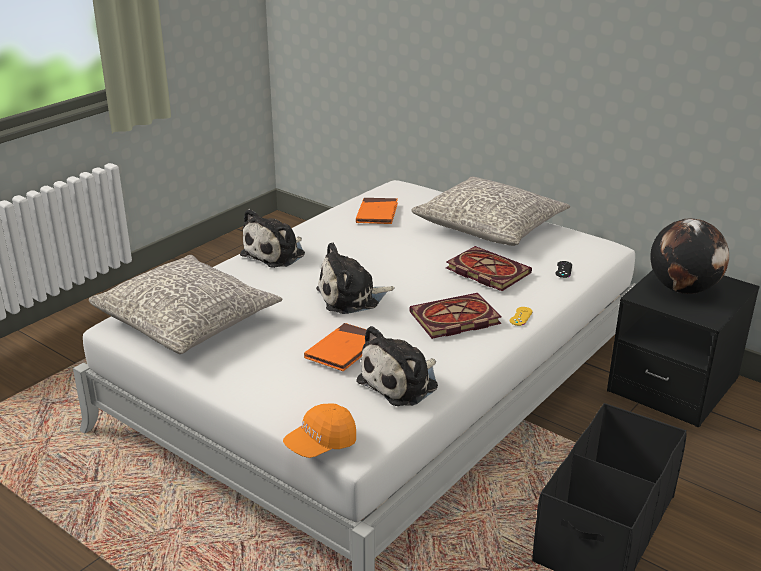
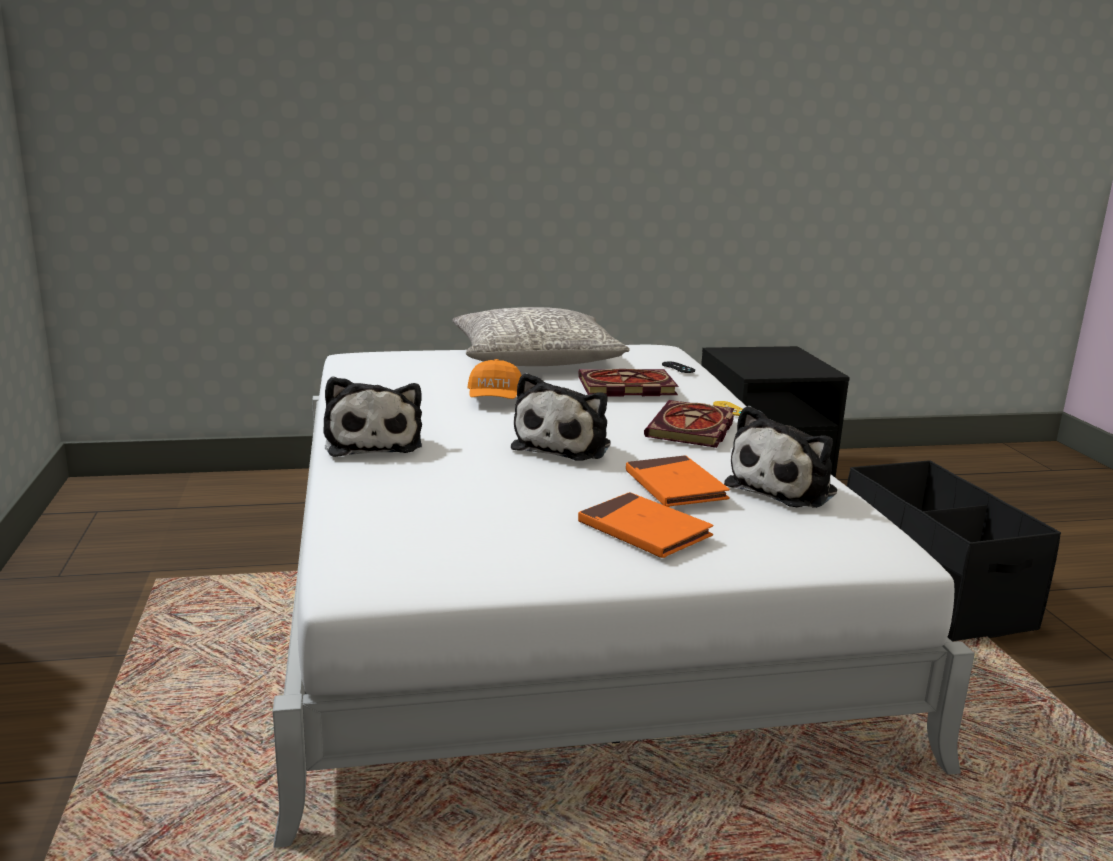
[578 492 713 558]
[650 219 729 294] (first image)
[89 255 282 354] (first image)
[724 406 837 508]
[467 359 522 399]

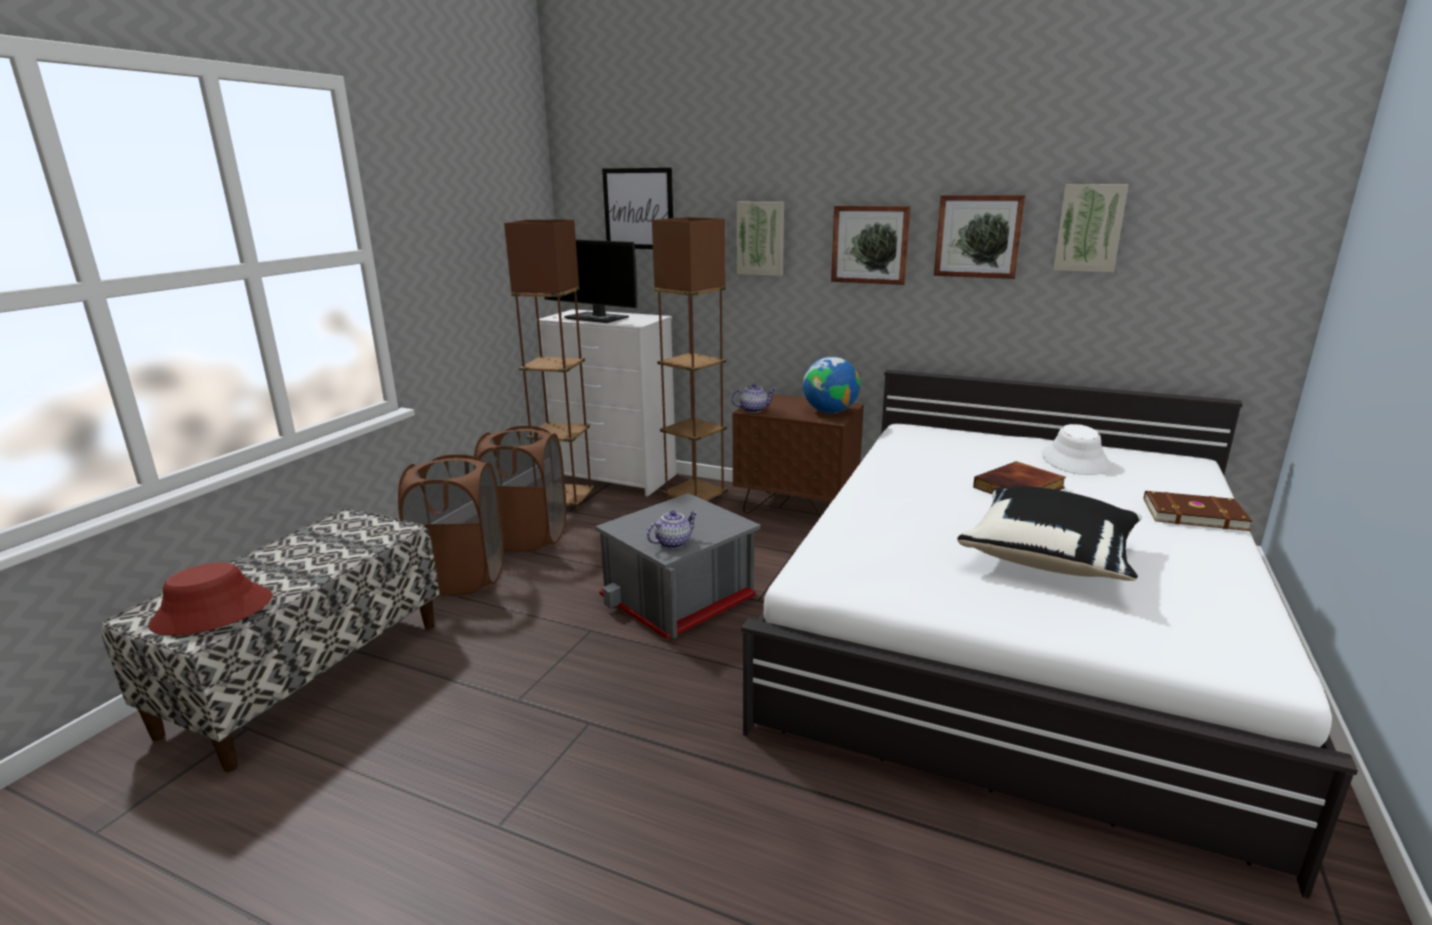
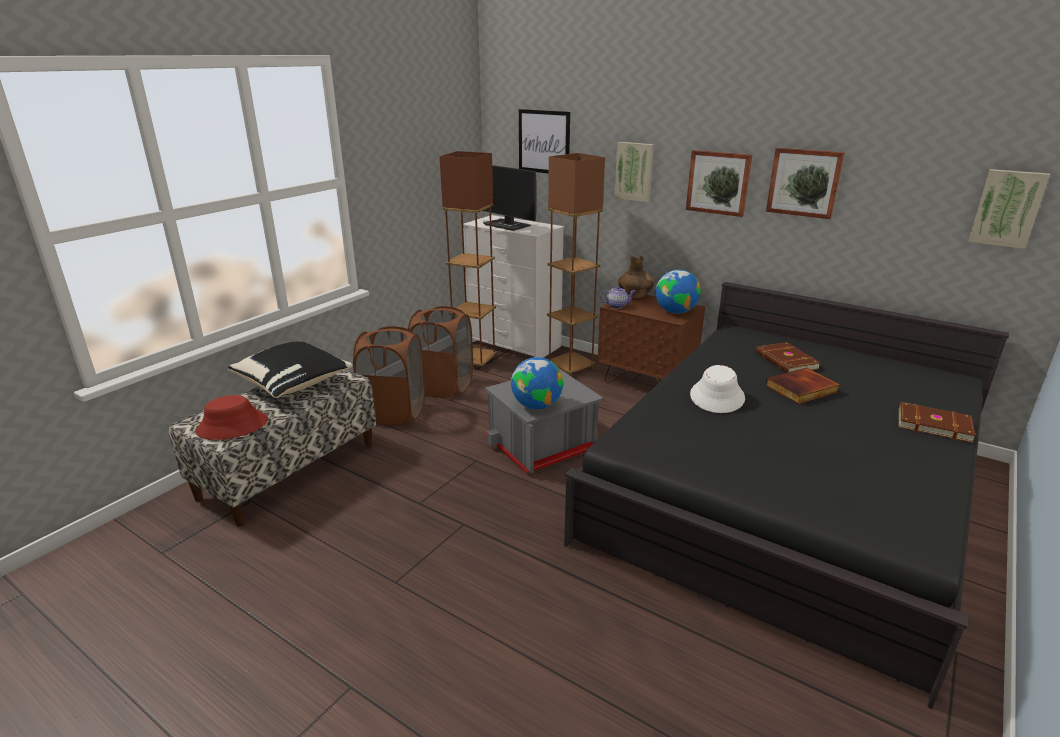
[968 169 1050 249]
[564 282 1009 709]
[690 365 745 413]
[228 342 353 398]
[511 357 563 409]
[618 256 654 298]
[756 342 821 372]

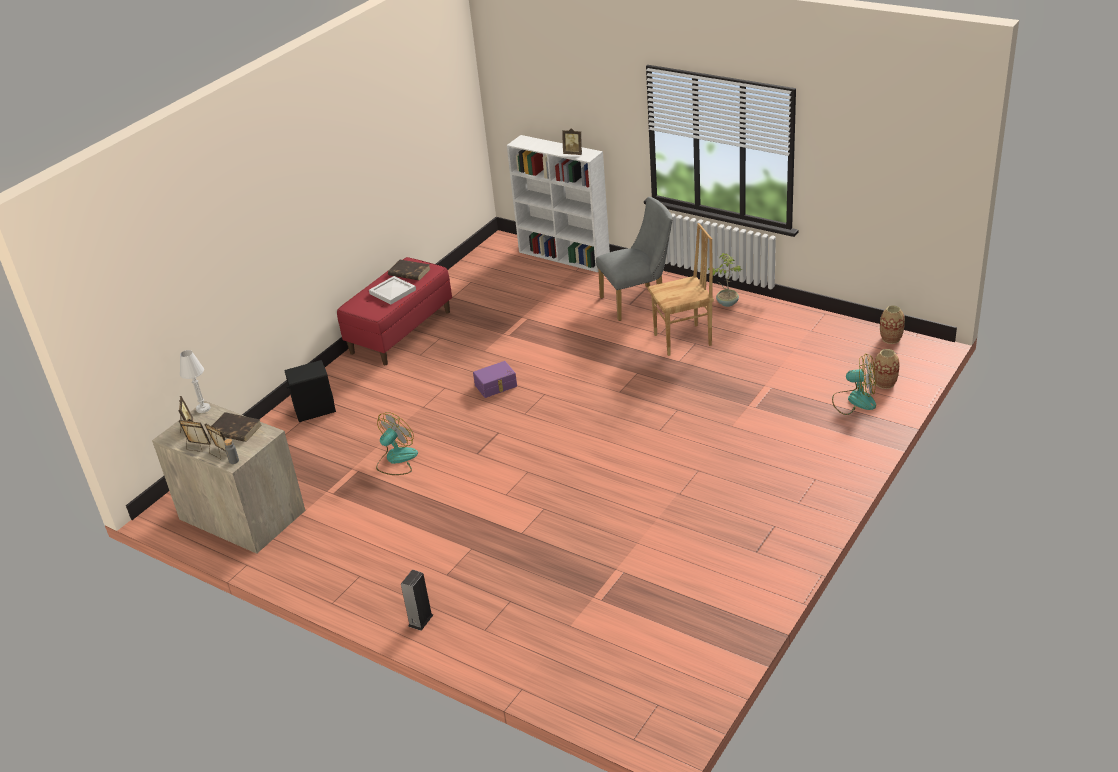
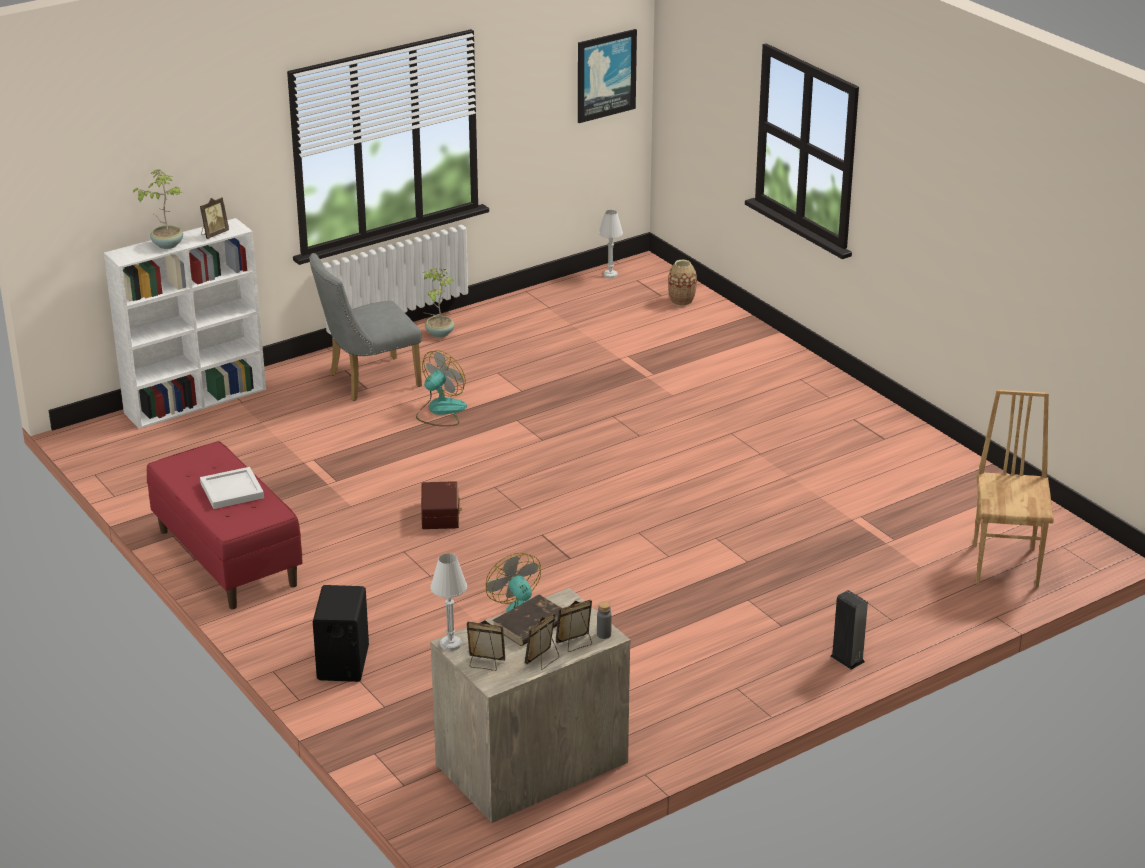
[309 253 422 401]
[973 390 1054 588]
[388 260 430 280] (first image)
[599 210 623 278]
[416 350 467 426]
[421 481 462 529]
[578 29 637 123]
[133 169 183 249]

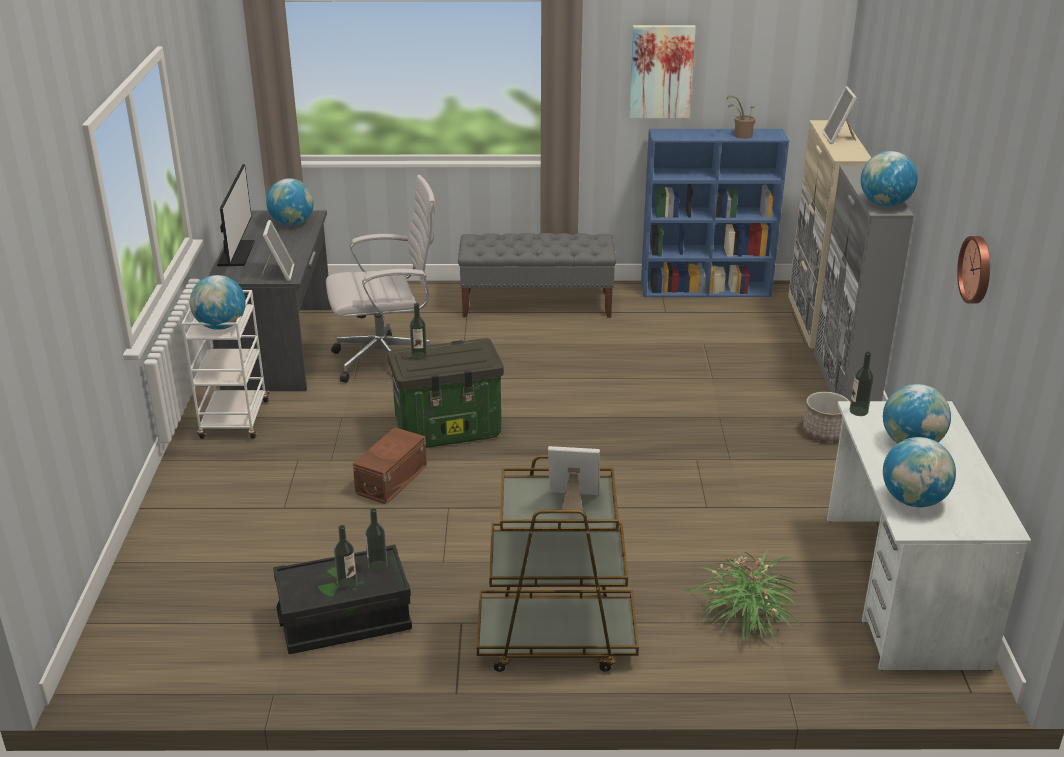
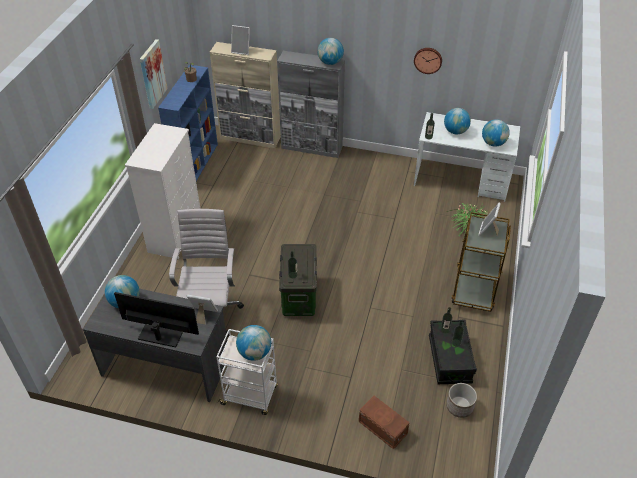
[125 123 200 259]
[446 383 477 418]
[359 396 409 449]

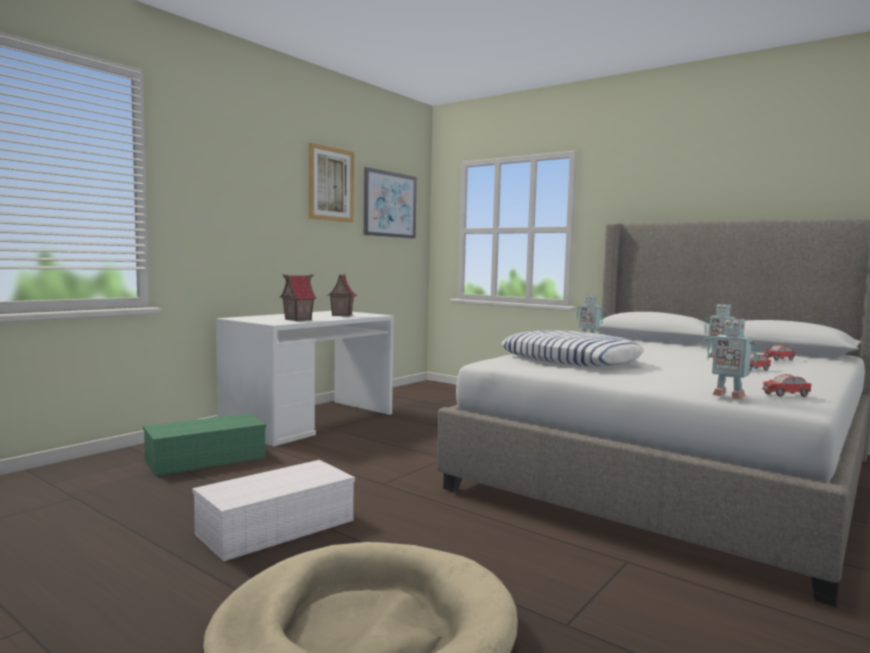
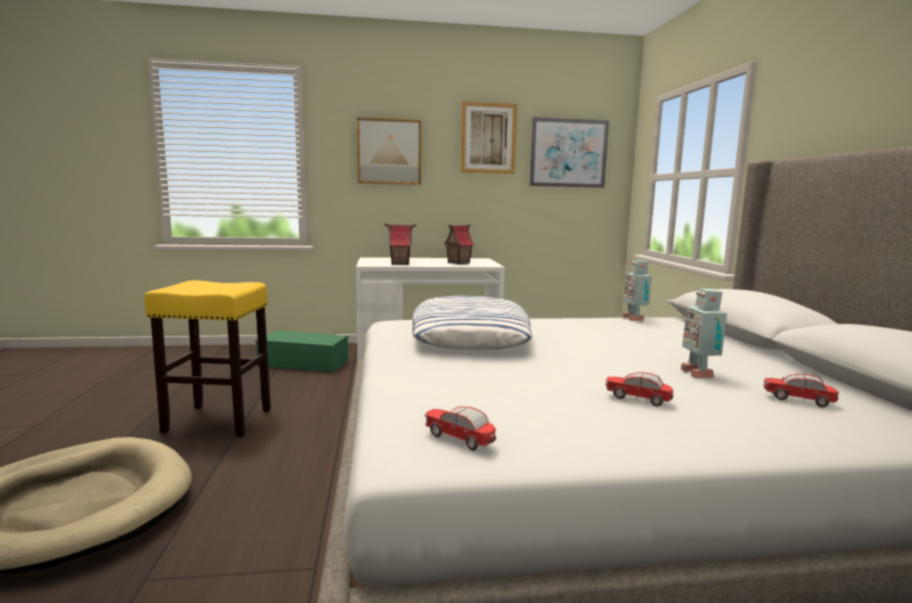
[707 318 757 399] (first image)
[144 280 271 437]
[357 117 421 185]

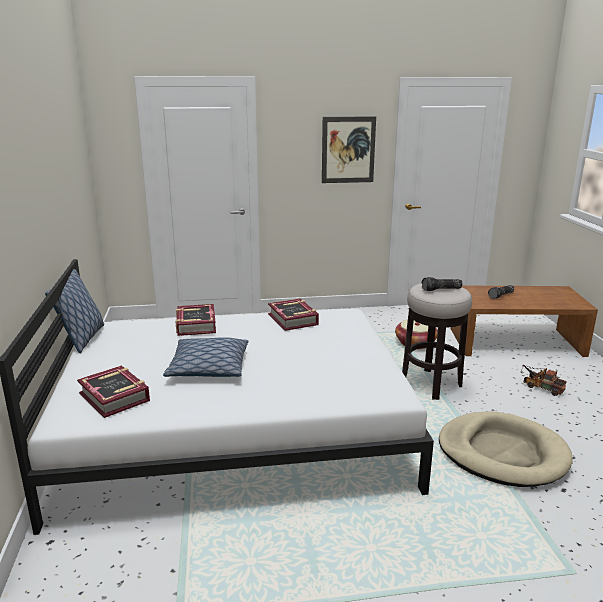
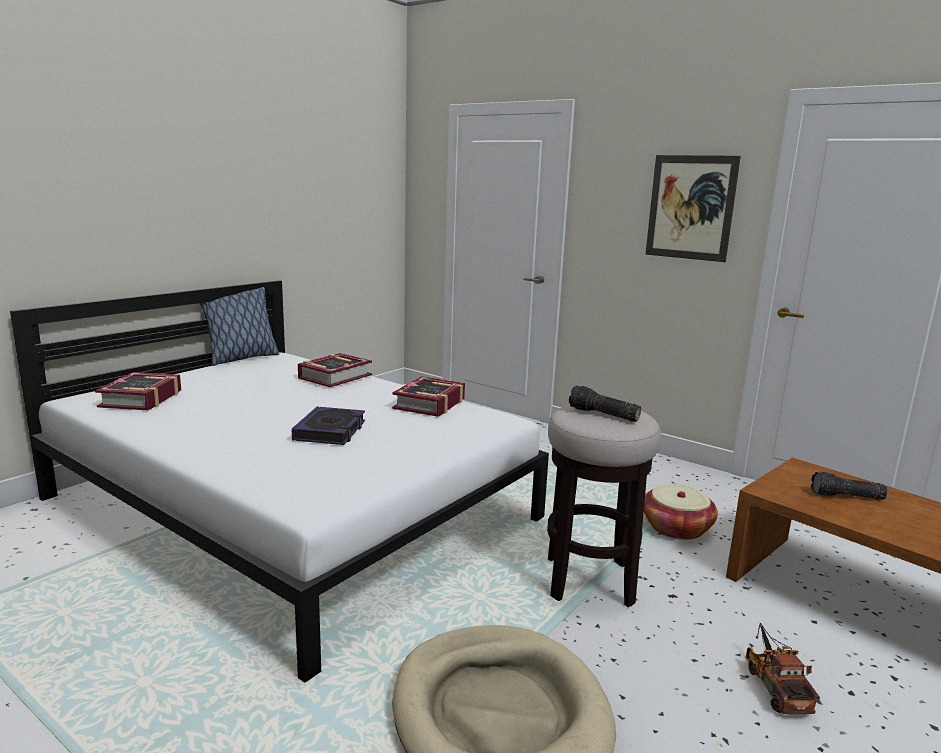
[163 337 248 377] (first image)
[292 407 365 445]

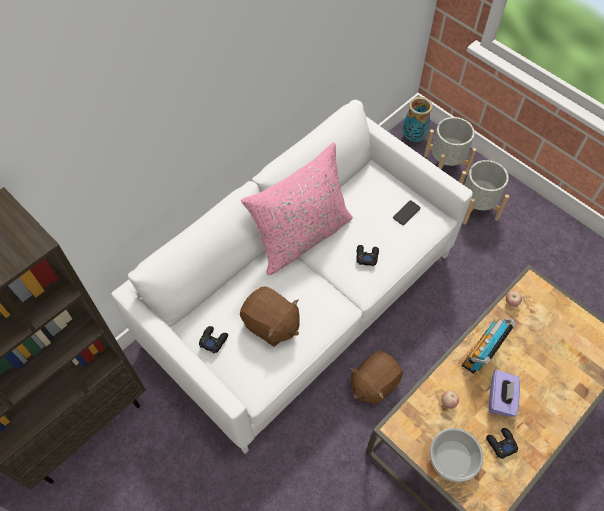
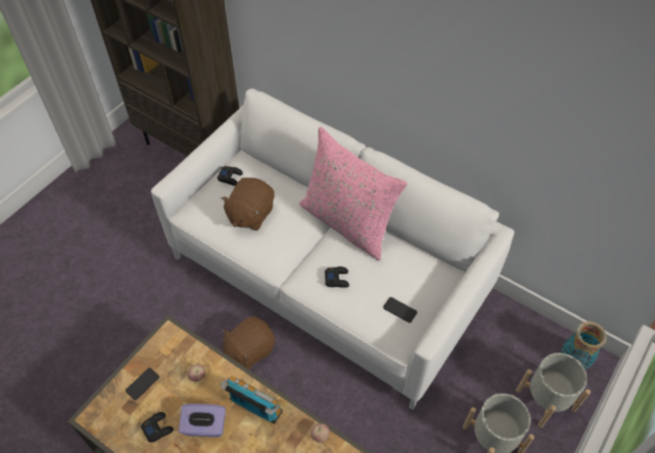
[223 316 275 369]
[125 368 159 400]

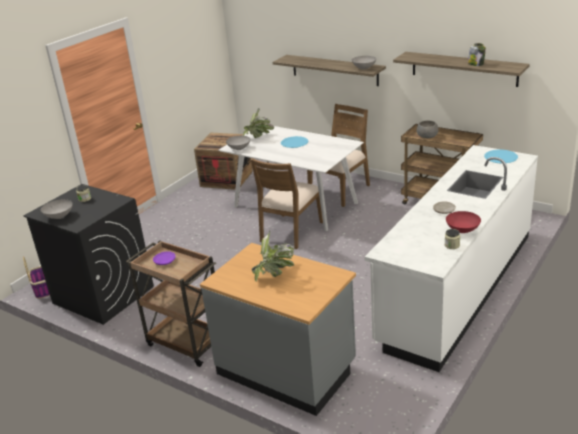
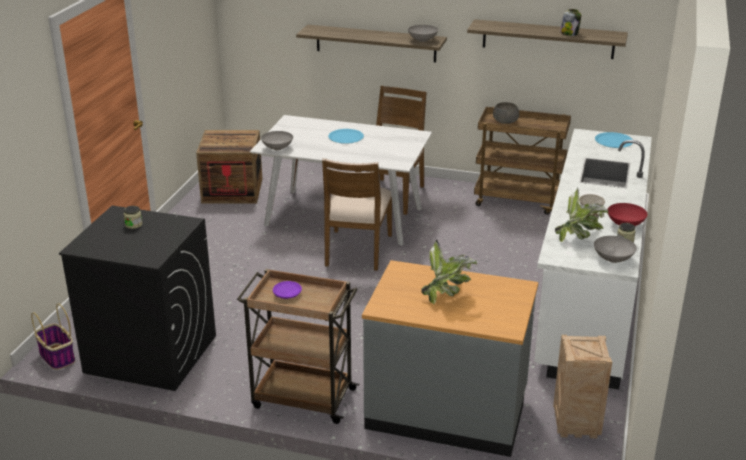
[555 188 608 242]
[594 236 637 263]
[553 335 612 438]

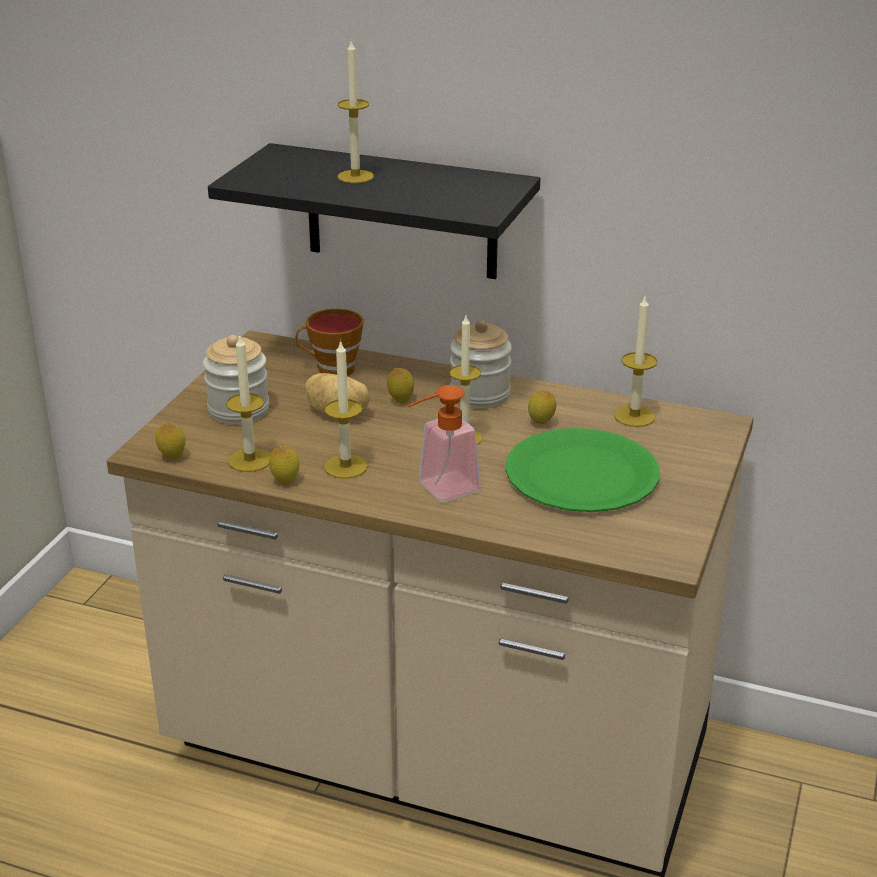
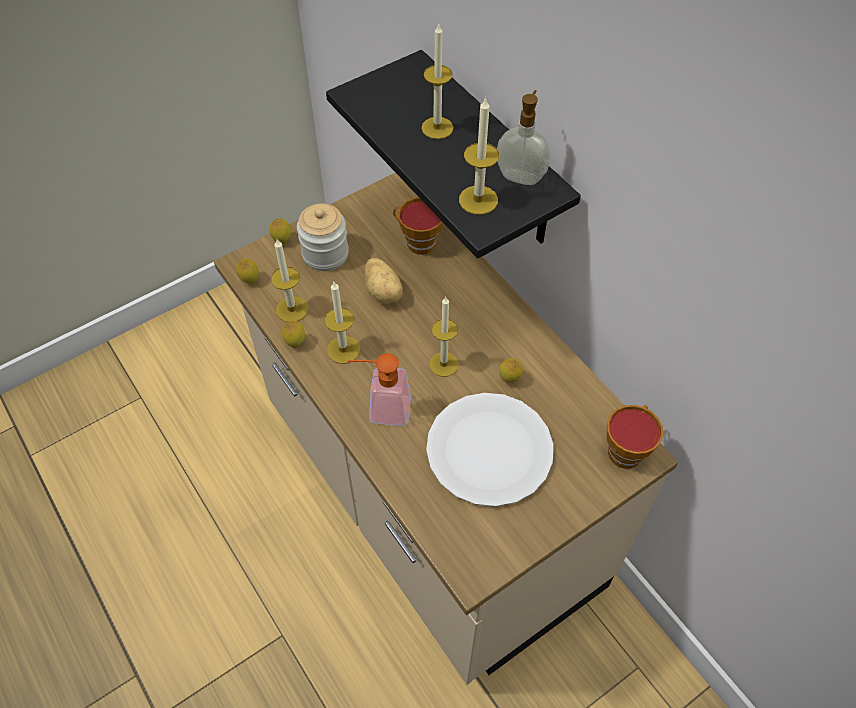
[459 97 499 215]
[450 320 512 409] (first image)
[269 219 291 245]
[426 393 553 507]
[497 90 550 185]
[607 405 663 469]

